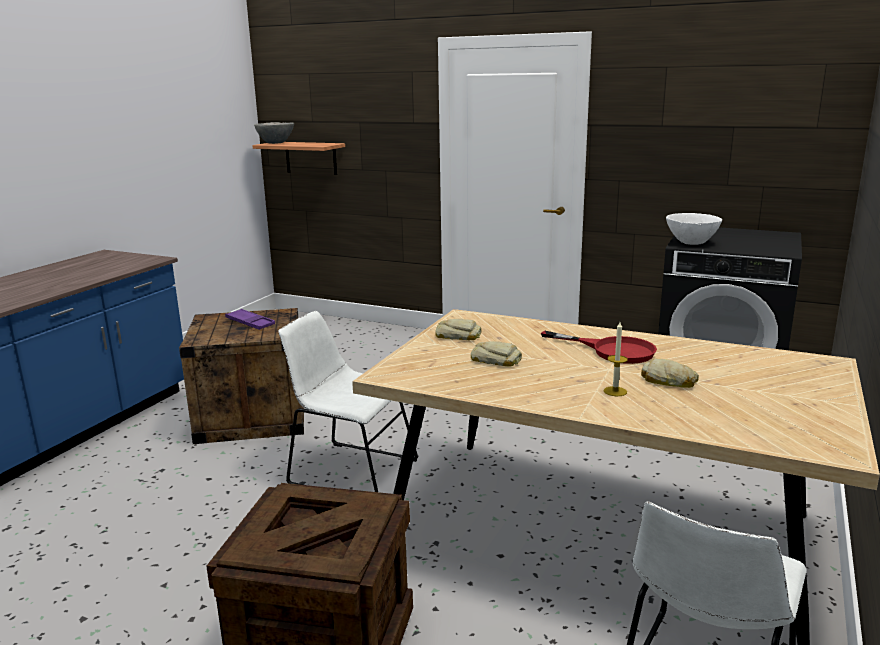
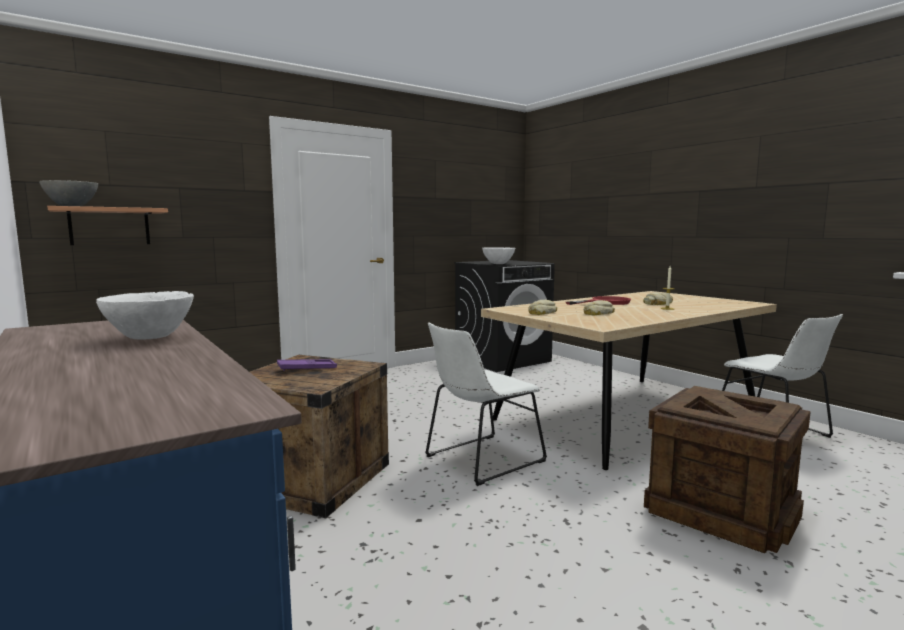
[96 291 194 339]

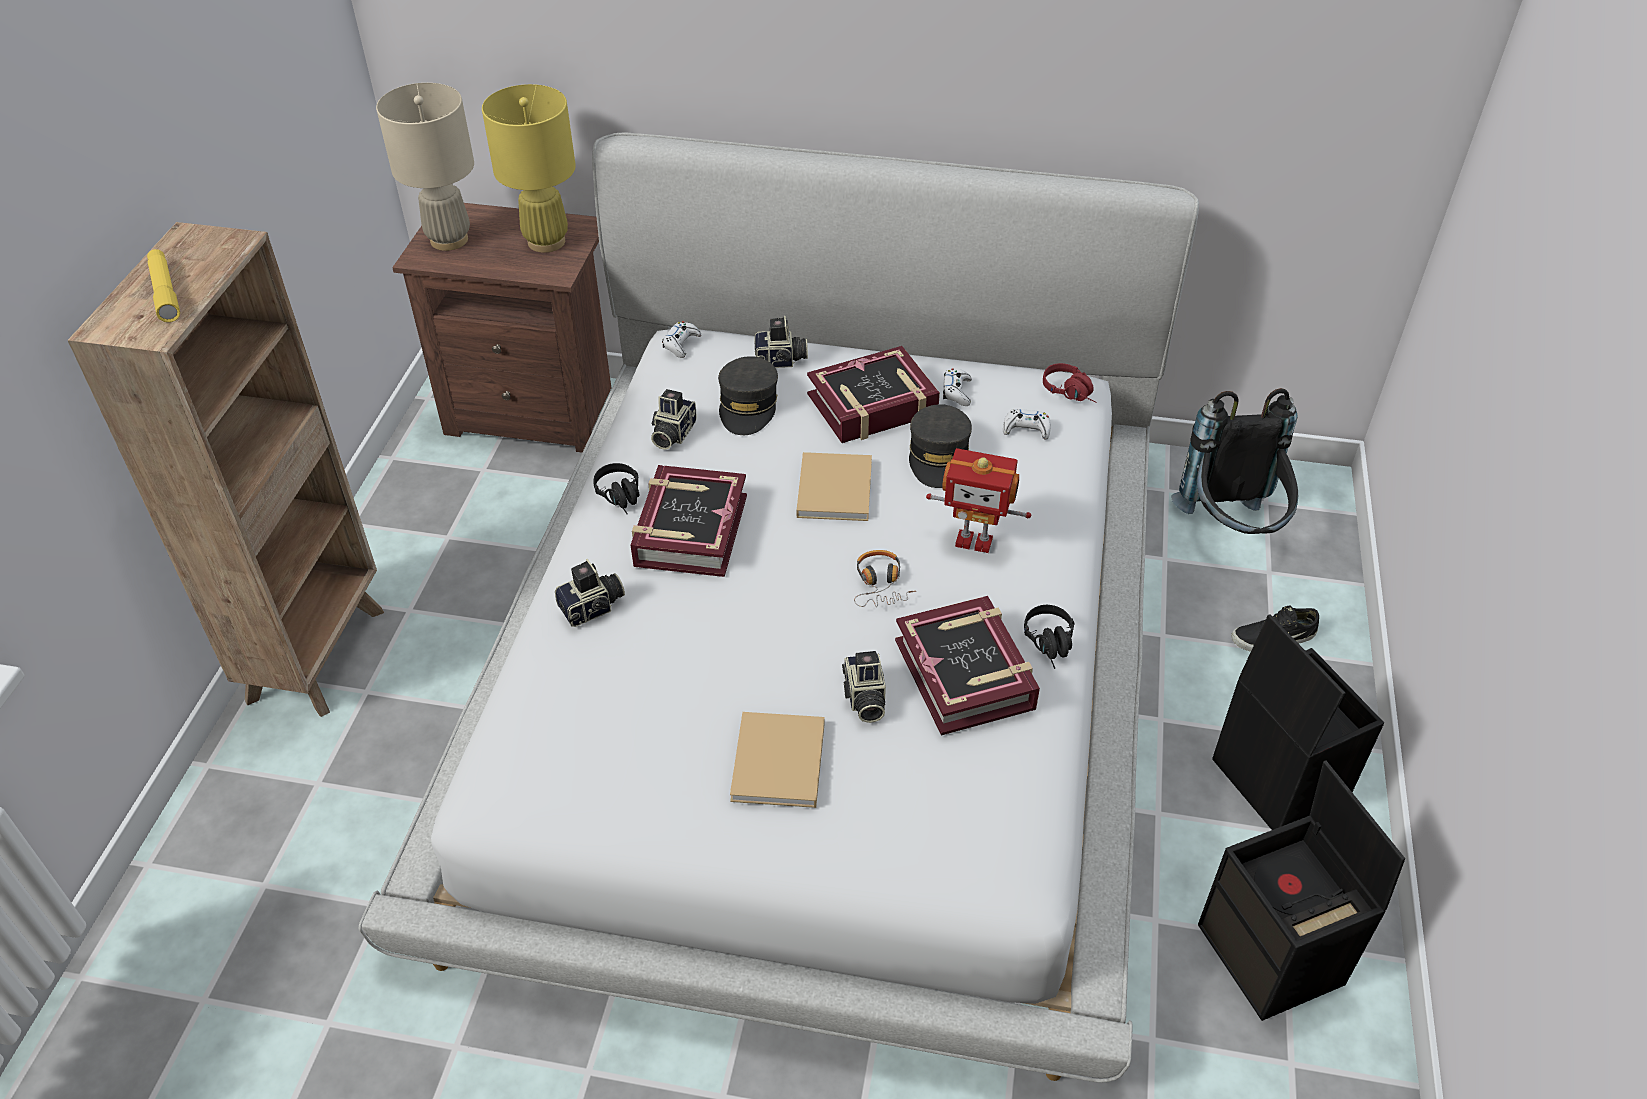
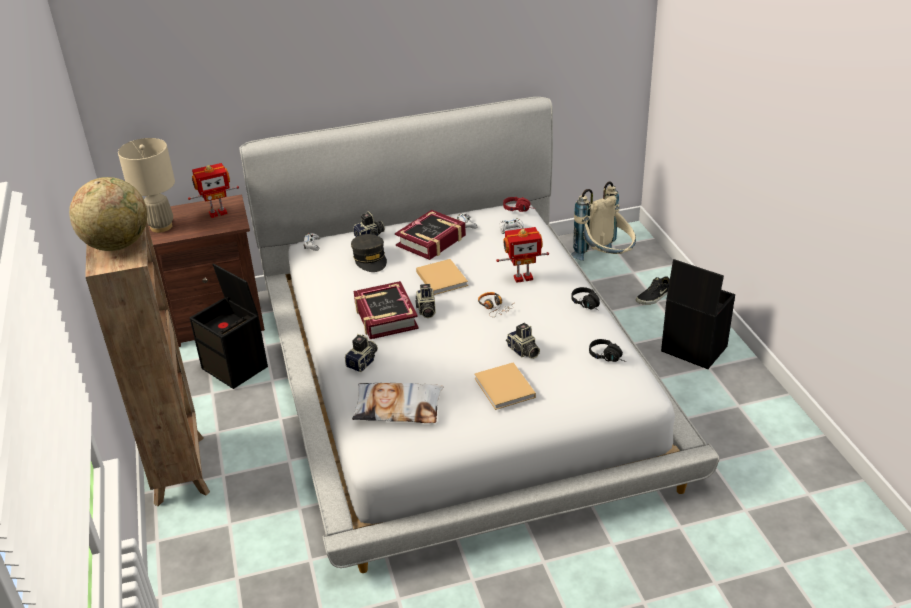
[188 163 239 218]
[69 177 147 251]
[571 182 636 261]
[415 284 436 318]
[909 404 972 488] (first image)
[589 339 626 362]
[895 596 1040 736] (first image)
[190 263 268 389]
[352 382 443 423]

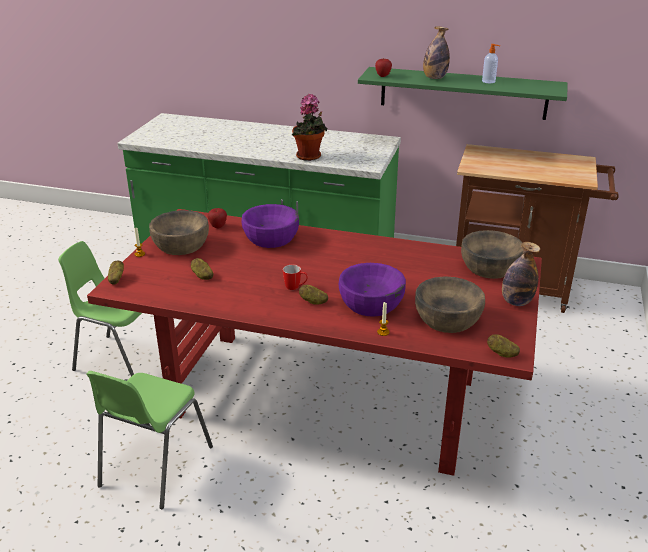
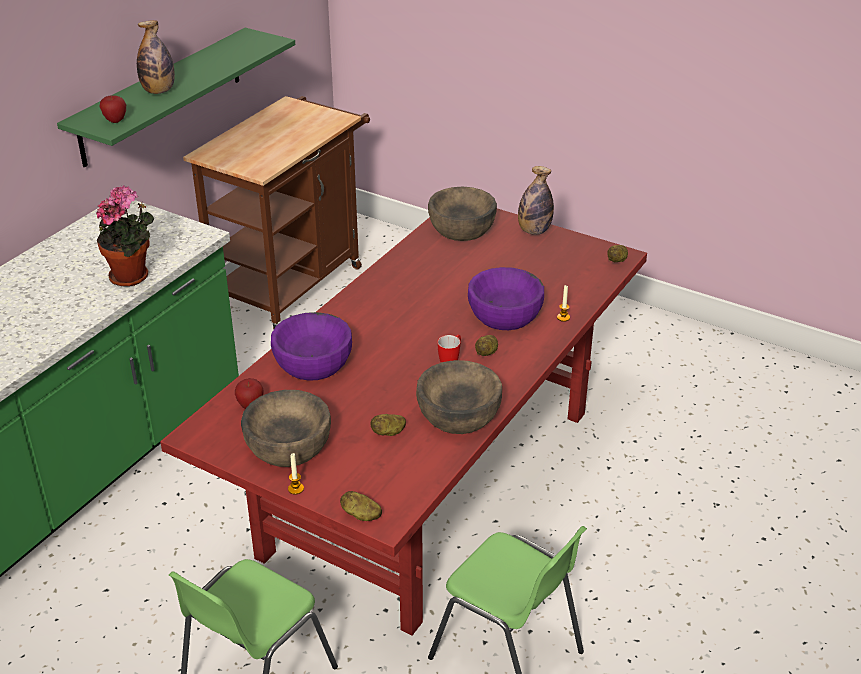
[482 44 500 83] (first image)
[416 360 502 434]

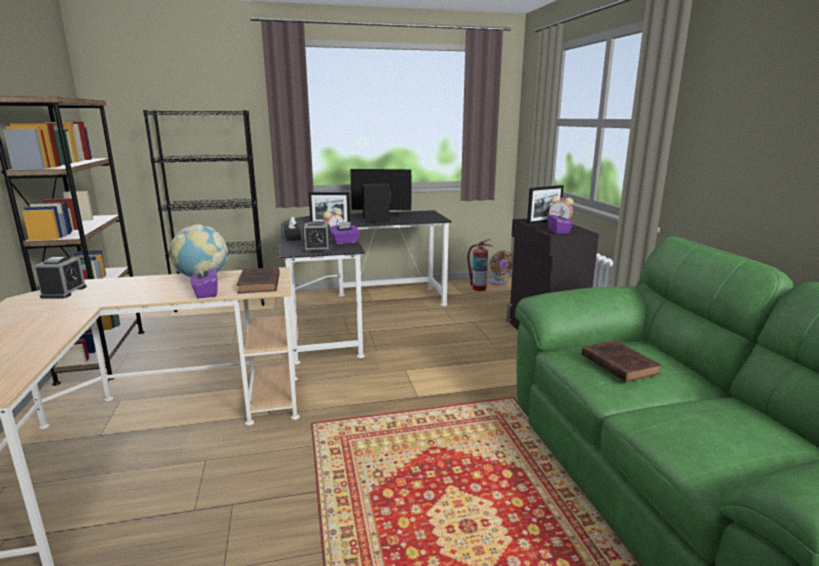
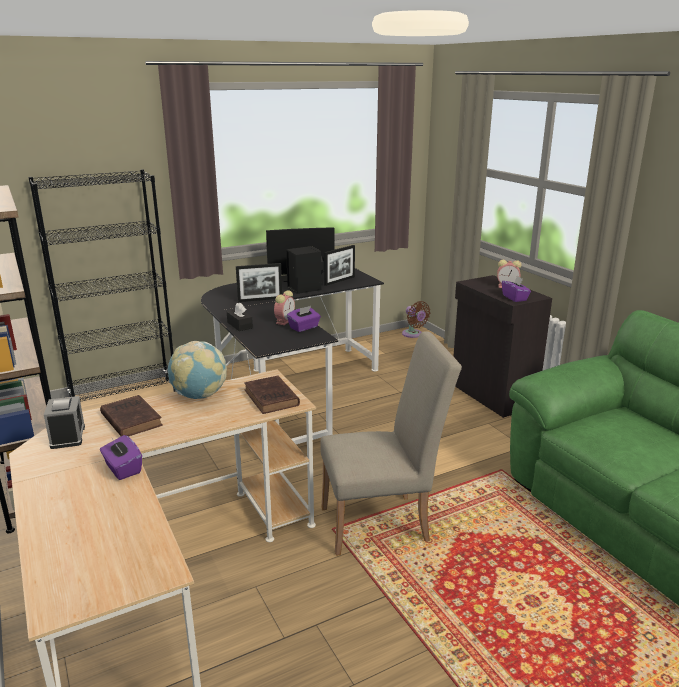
[324 245 355 286]
[303 221 332 252] (first image)
[467 239 493 291] (first image)
[100 435 142 480]
[100 395 163 437]
[320 331 462 556]

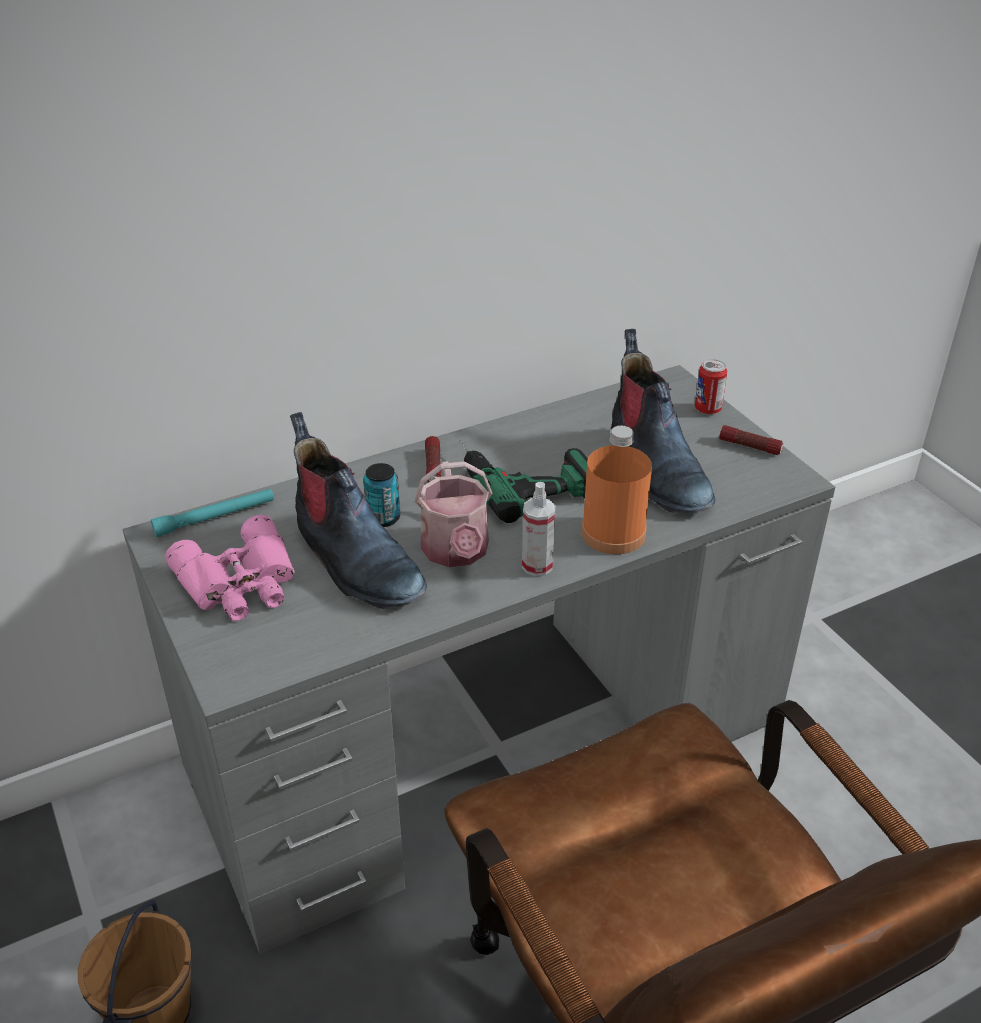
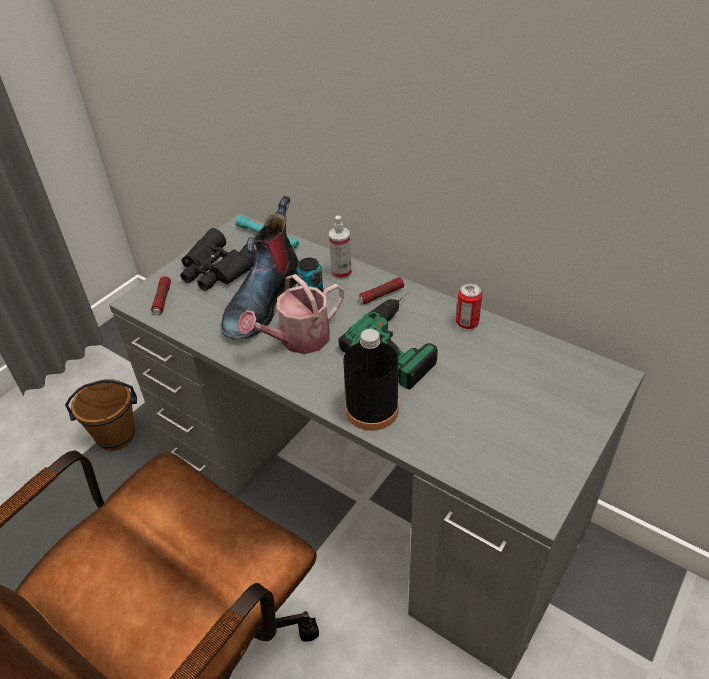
[611 329 715 513] (first image)
[456 284 482 329]
[151 276 171 315]
[343 329 399 431]
[329 216 352 280]
[180 228 254 291]

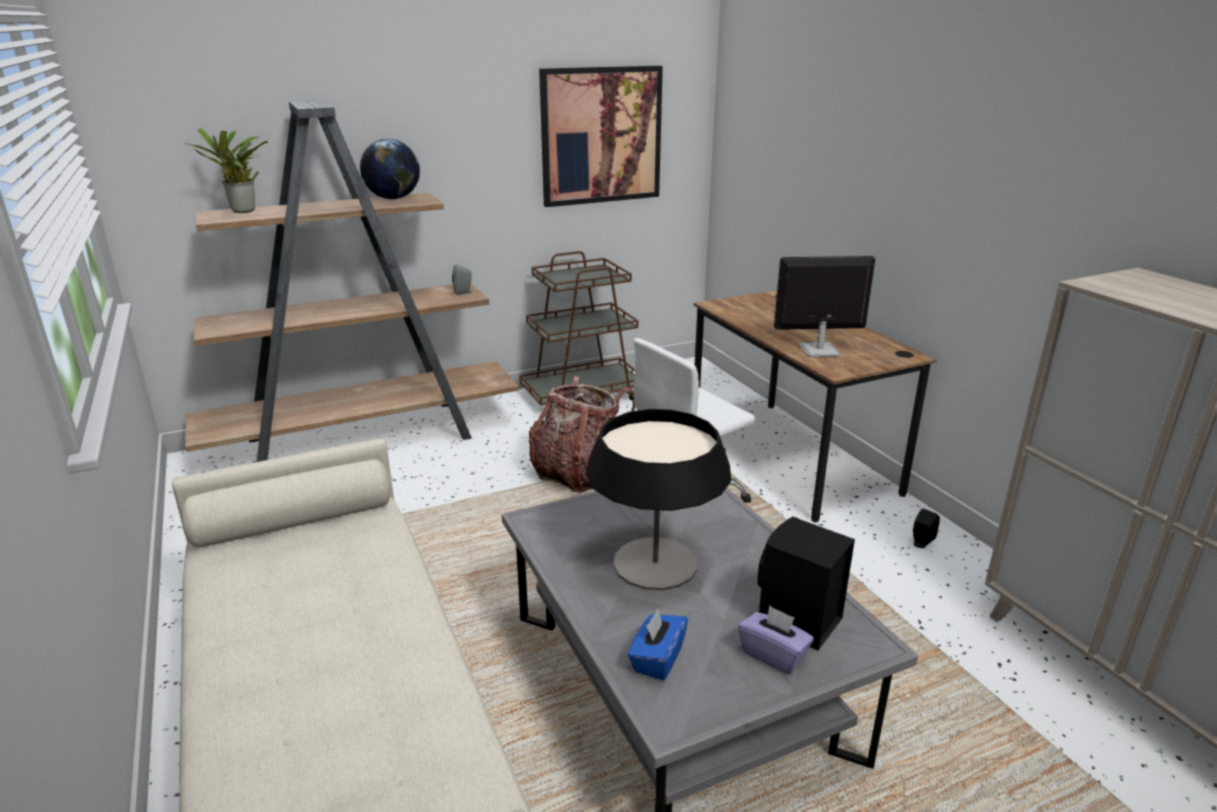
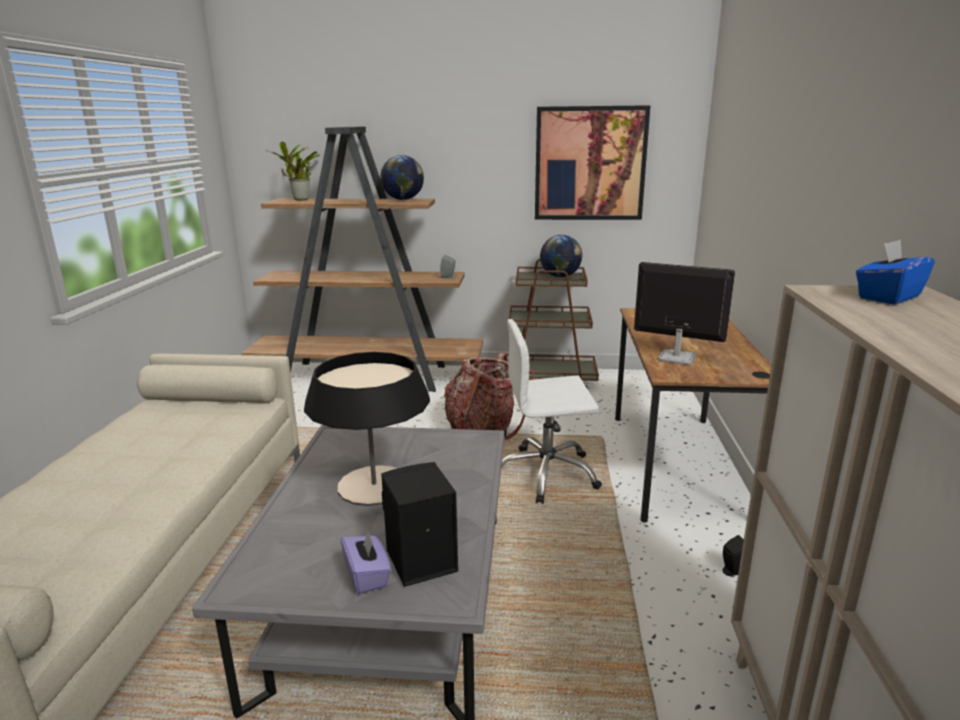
[856 240 935 305]
[540 235 582 277]

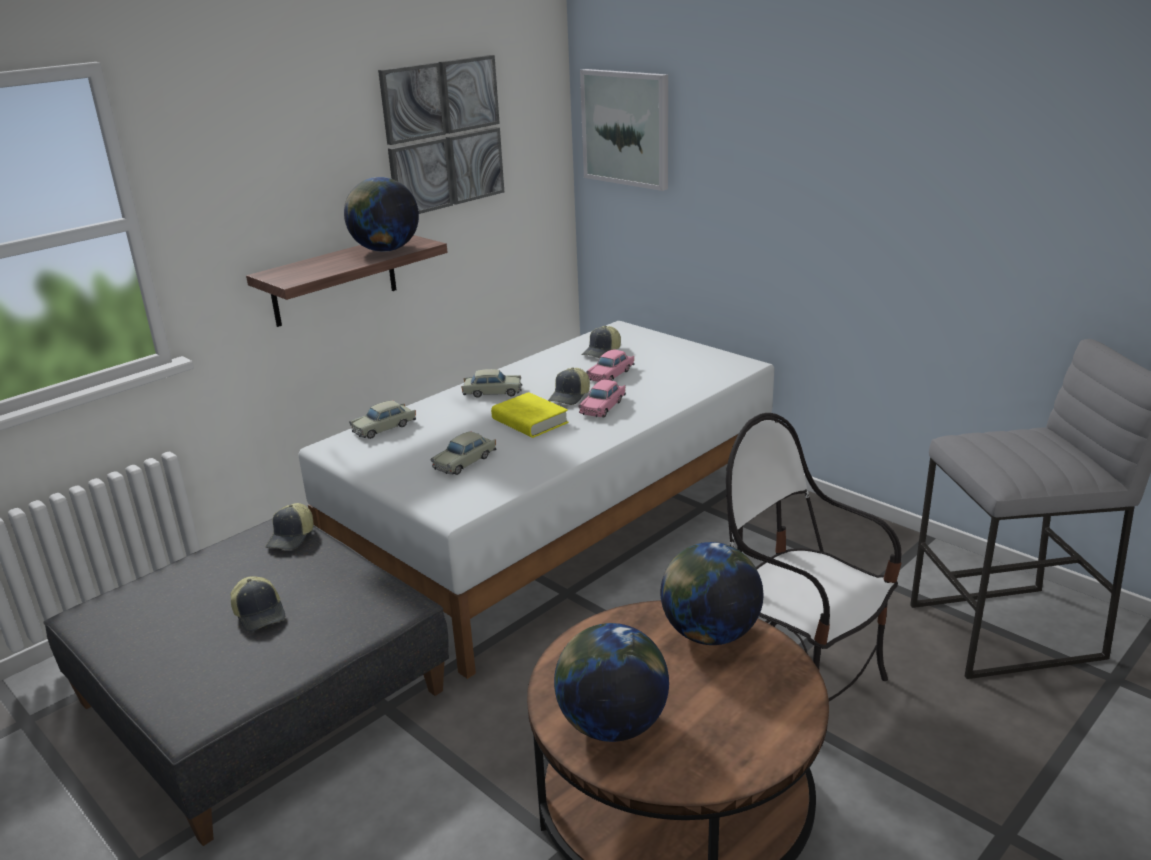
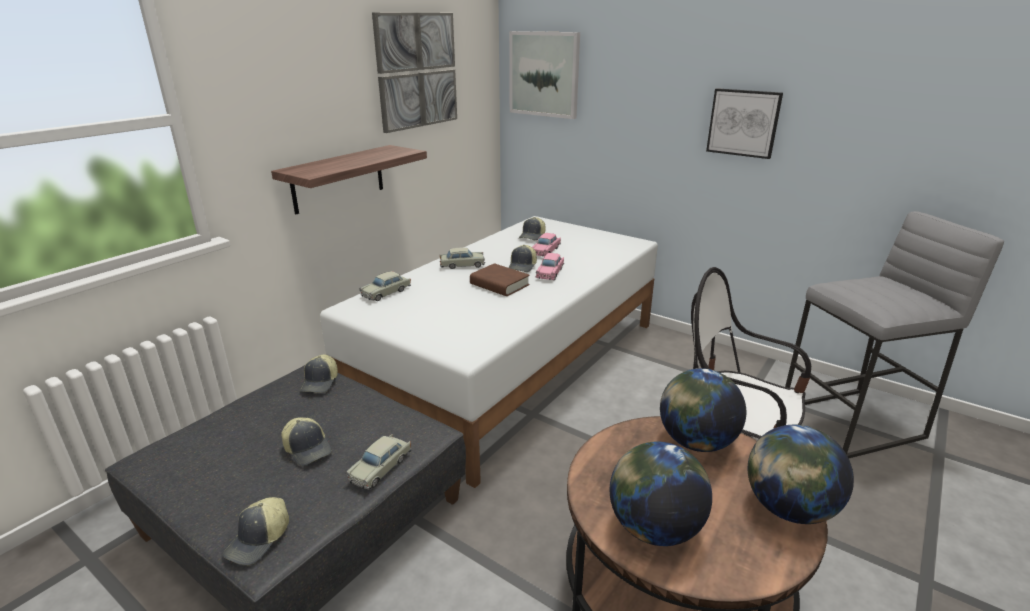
[748 425 854 524]
[470 263 530 296]
[346 434 411 490]
[706 88 783 159]
[222 497 289 565]

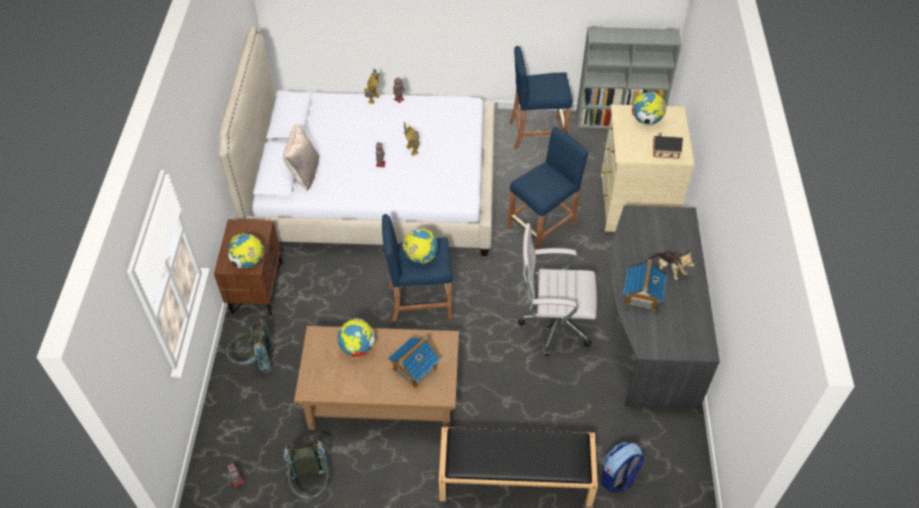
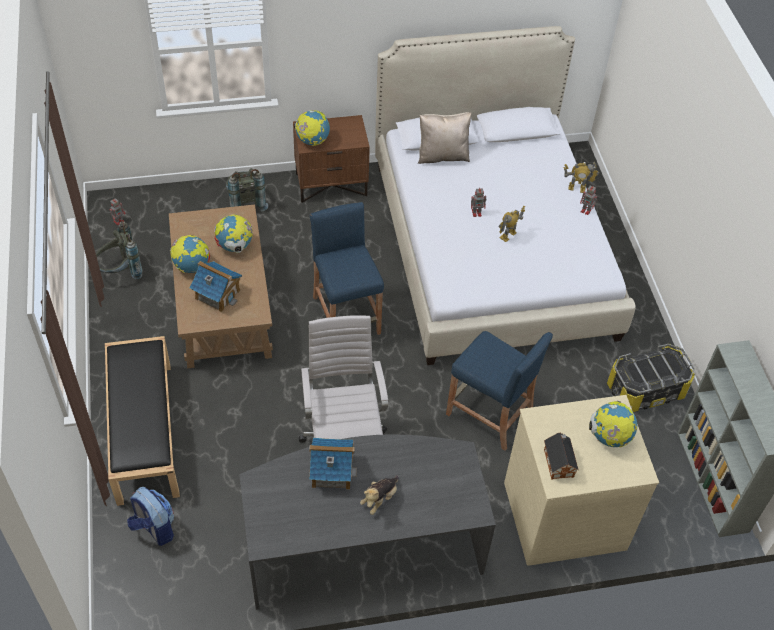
[607 344 695 412]
[170 235 210 273]

